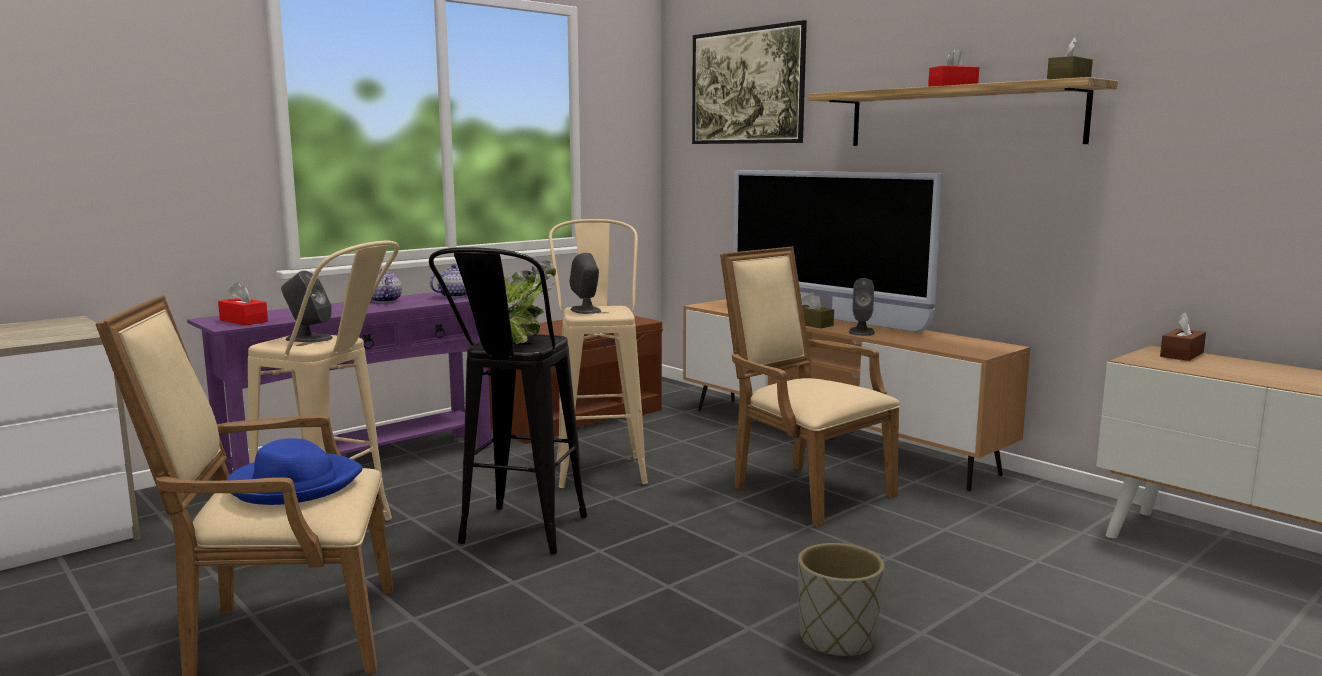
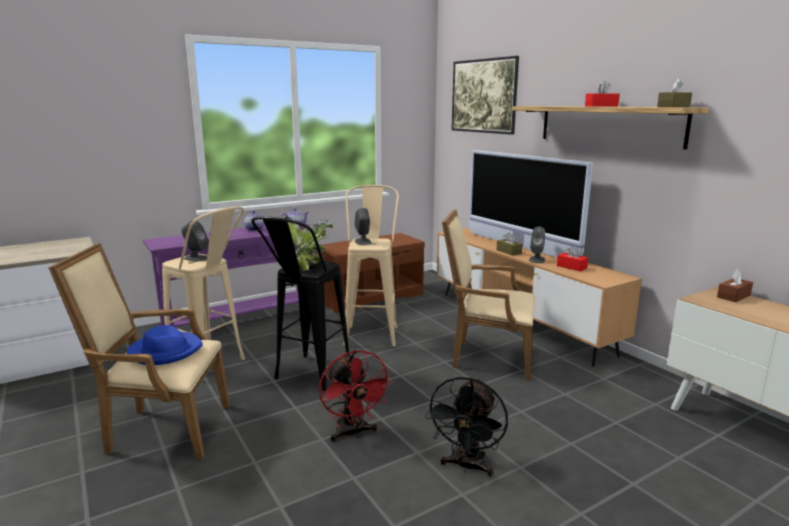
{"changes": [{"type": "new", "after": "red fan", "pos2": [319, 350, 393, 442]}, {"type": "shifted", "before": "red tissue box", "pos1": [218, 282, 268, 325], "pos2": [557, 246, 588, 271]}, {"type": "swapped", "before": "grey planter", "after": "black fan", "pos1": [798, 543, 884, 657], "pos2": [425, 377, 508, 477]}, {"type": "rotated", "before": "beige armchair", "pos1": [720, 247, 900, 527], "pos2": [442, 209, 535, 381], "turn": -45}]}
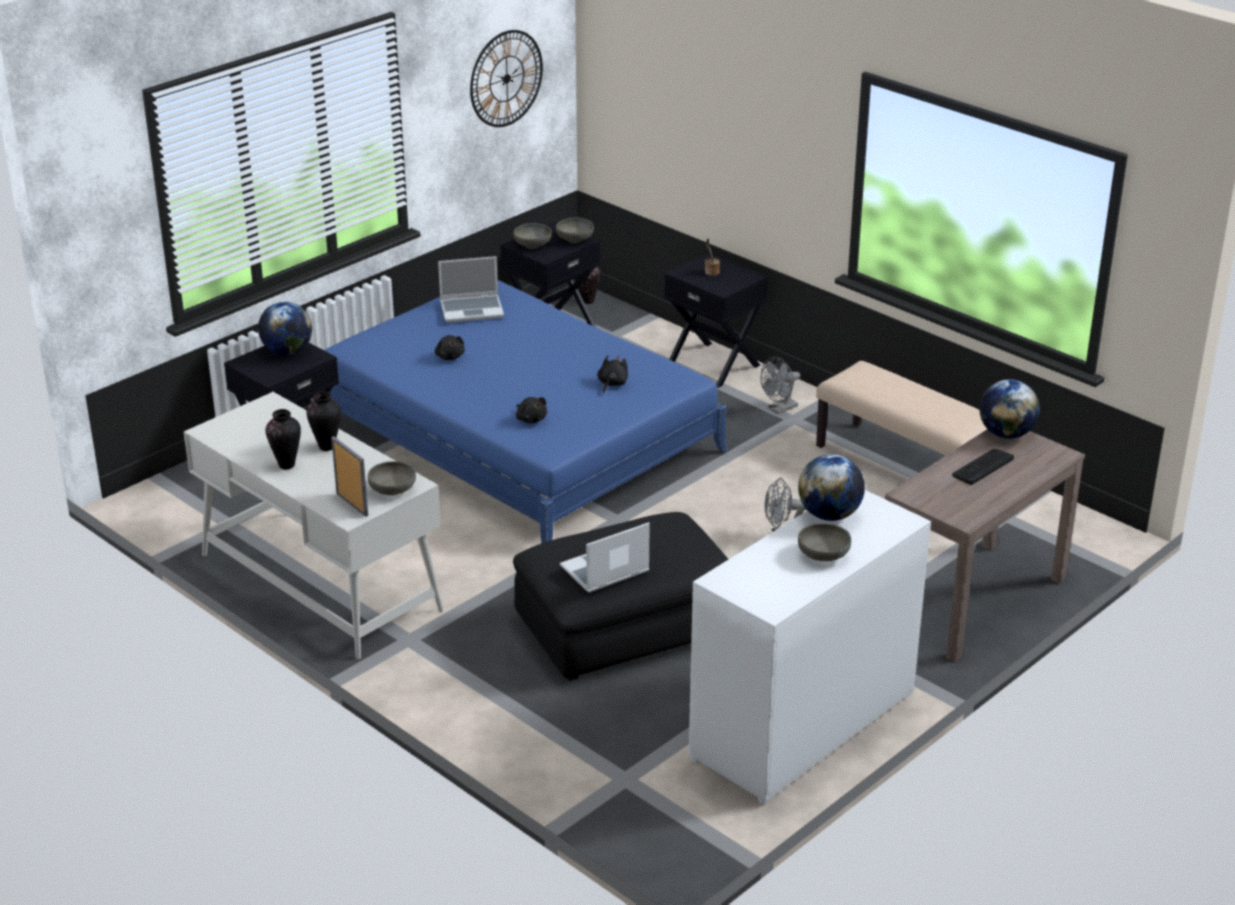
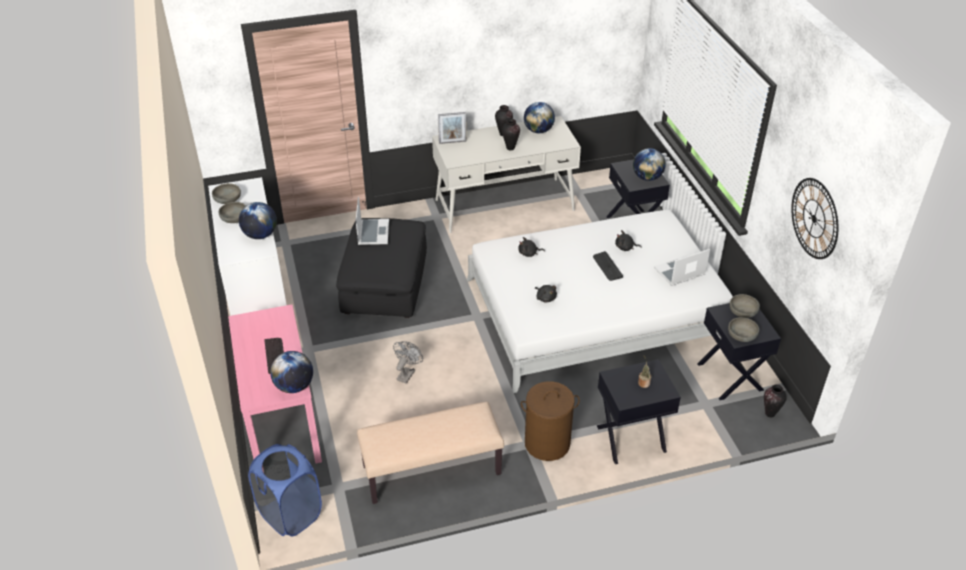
{"changes": [{"type": "new", "after": "blue laundry basket", "pos2": [248, 444, 322, 536]}, {"type": "new", "after": "globe", "pos2": [524, 102, 555, 133]}, {"type": "new", "after": "keyboard", "pos2": [593, 251, 623, 281]}, {"type": "shifted", "before": "grey bowl", "pos1": [368, 461, 416, 495], "pos2": [212, 183, 241, 204]}, {"type": "swapped", "before": "grey fan", "after": "brown laundry basket", "pos1": [760, 357, 800, 414], "pos2": [521, 381, 580, 461]}, {"type": "repainted", "before": "blue bed", "after": "white bed", "pos1": [324, 280, 728, 543], "pos2": [466, 210, 733, 393]}, {"type": "repainted", "before": "brown console table", "after": "pink console table", "pos1": [885, 429, 1085, 662], "pos2": [228, 304, 322, 464]}, {"type": "rotated", "before": "laptop", "pos1": [438, 256, 504, 323], "pos2": [654, 249, 710, 286], "turn": 45}]}
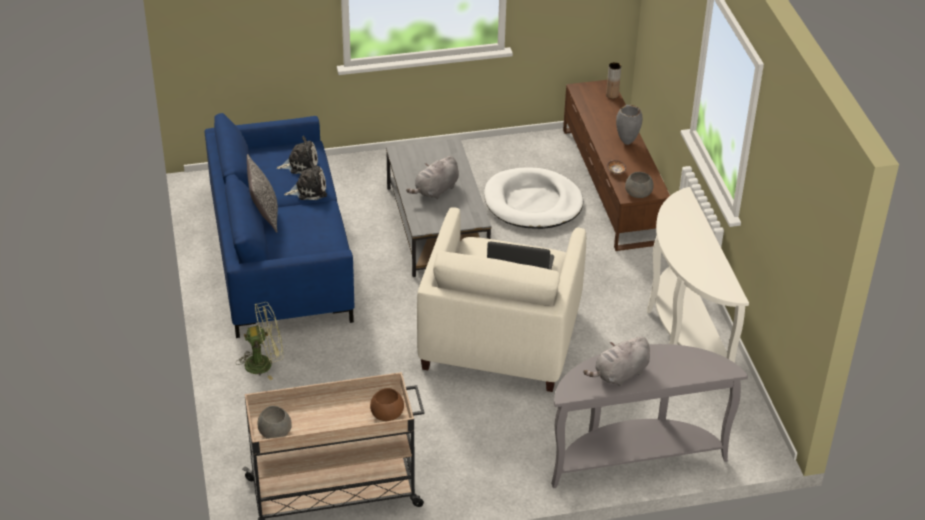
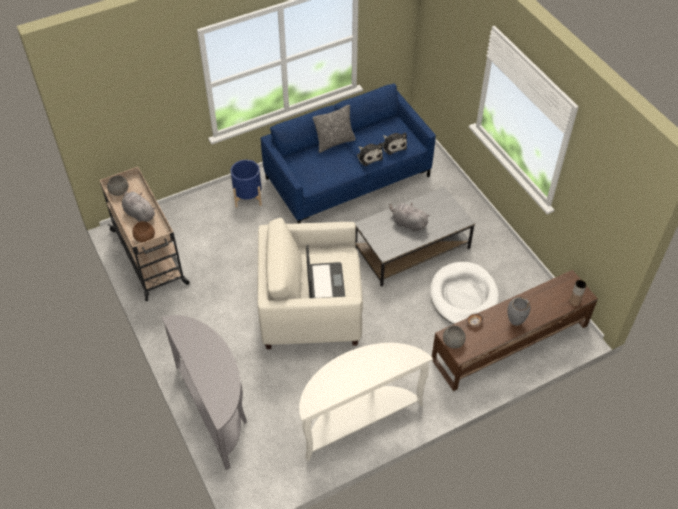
{"changes": [{"type": "shifted", "before": "grey plush toy", "pos1": [583, 337, 650, 386], "pos2": [122, 191, 156, 222]}, {"type": "swapped", "before": "green fan", "after": "blue planter", "pos1": [236, 302, 283, 380], "pos2": [231, 160, 262, 208]}]}
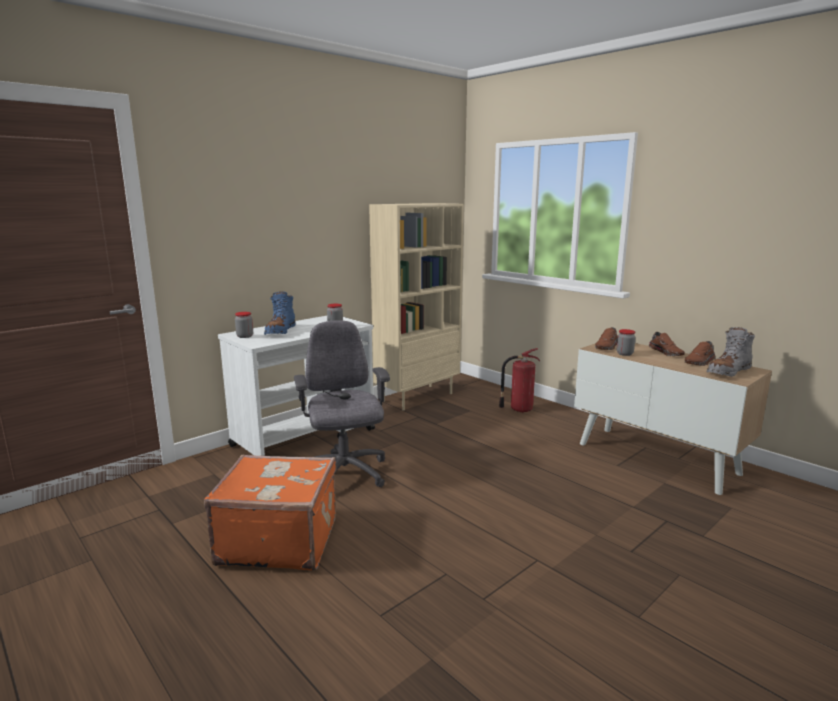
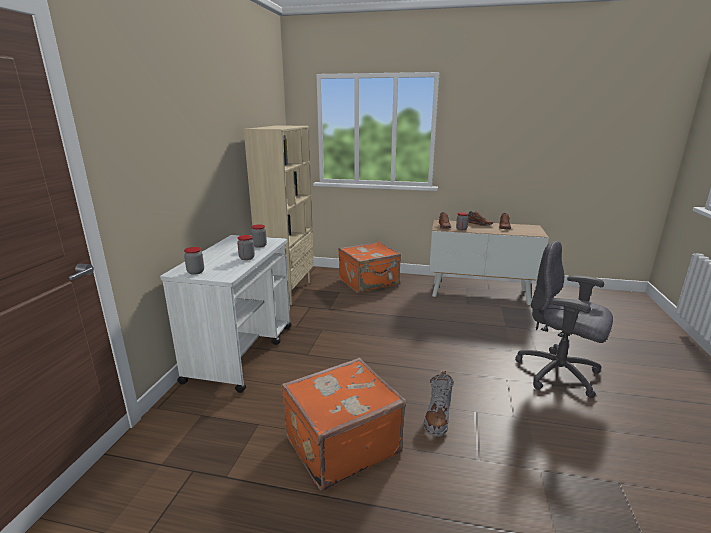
{"changes": [{"type": "gone", "before": "blue boot", "pos1": [264, 291, 295, 335]}, {"type": "new", "after": "jar", "pos2": [237, 235, 255, 260]}, {"type": "shifted", "before": "grey office chair", "pos1": [294, 320, 390, 487], "pos2": [515, 241, 613, 398]}, {"type": "shifted", "before": "grey boot", "pos1": [706, 327, 755, 377], "pos2": [424, 371, 454, 436]}, {"type": "swapped", "before": "fire extinguisher", "after": "orange suitcase", "pos1": [499, 348, 540, 413], "pos2": [338, 241, 401, 293]}]}
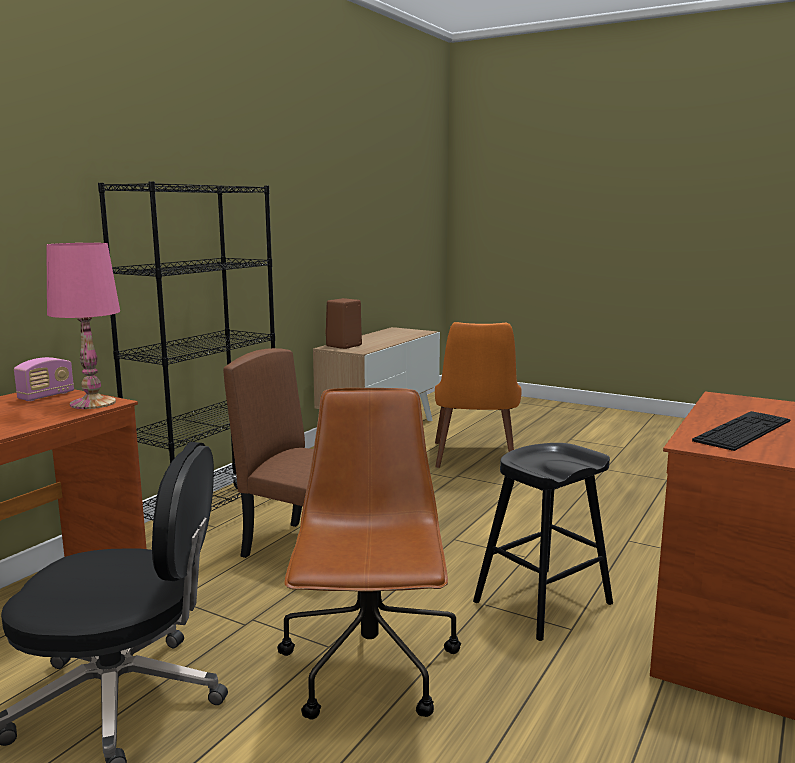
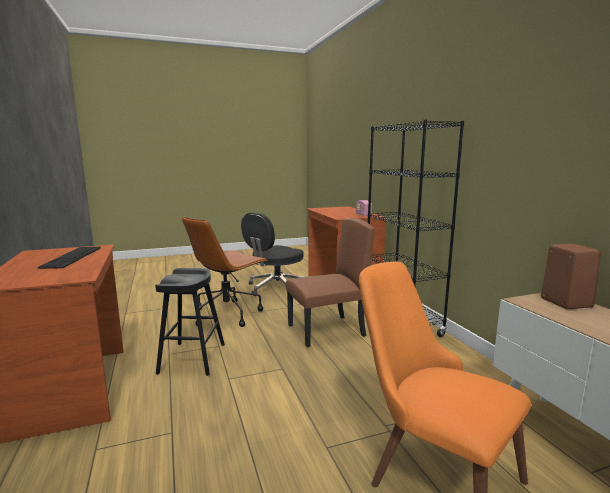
{"changes": [{"type": "gone", "before": "pink table lamp", "pos1": [46, 243, 120, 409]}, {"type": "rotated", "before": "brown office chair", "pos1": [277, 388, 461, 719], "pos2": [182, 217, 268, 327], "turn": 90}]}
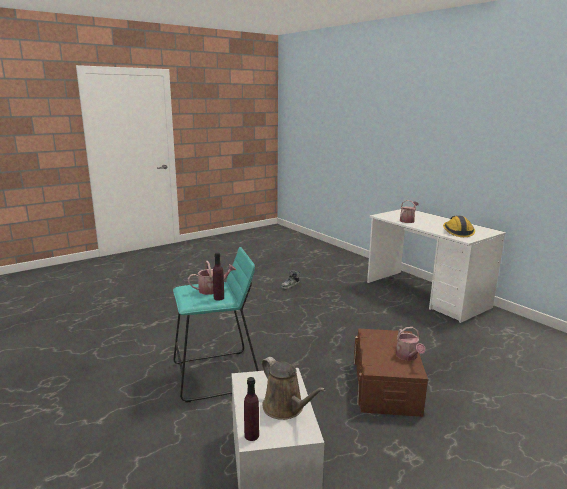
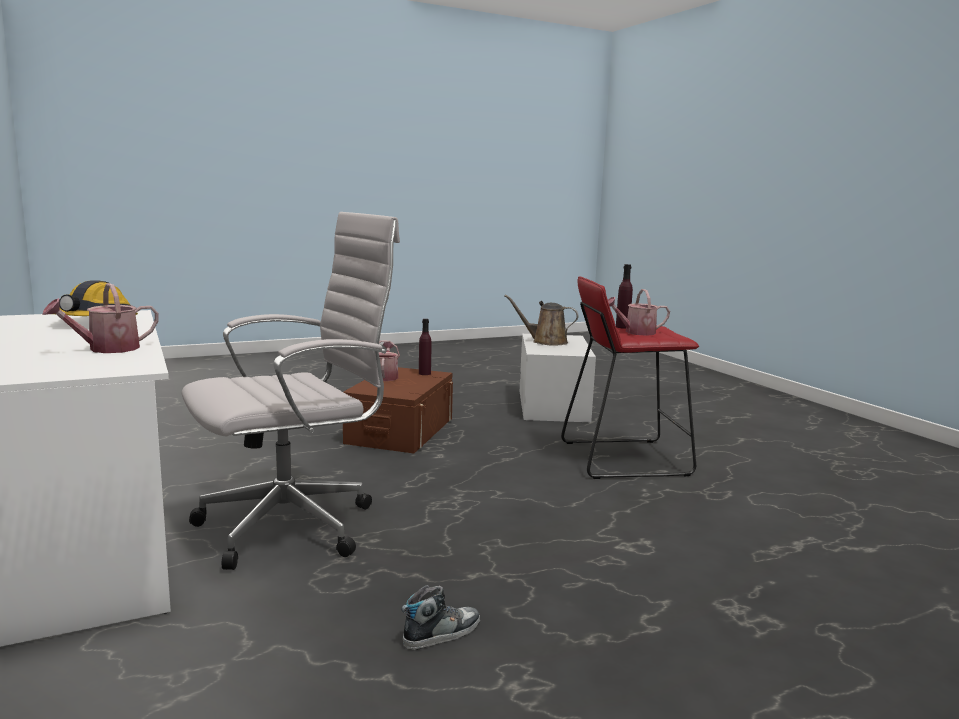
{"changes": [{"type": "new", "after": "white office chair", "pos2": [182, 212, 400, 570]}, {"type": "shifted", "before": "purple bottle", "pos1": [244, 377, 259, 441], "pos2": [419, 319, 431, 375]}, {"type": "repainted", "before": "turquoise stool", "after": "red stool", "pos1": [173, 247, 259, 402], "pos2": [561, 277, 699, 479]}, {"type": "rotated", "before": "brown watering can", "pos1": [262, 357, 326, 420], "pos2": [504, 295, 578, 346], "turn": -45}]}
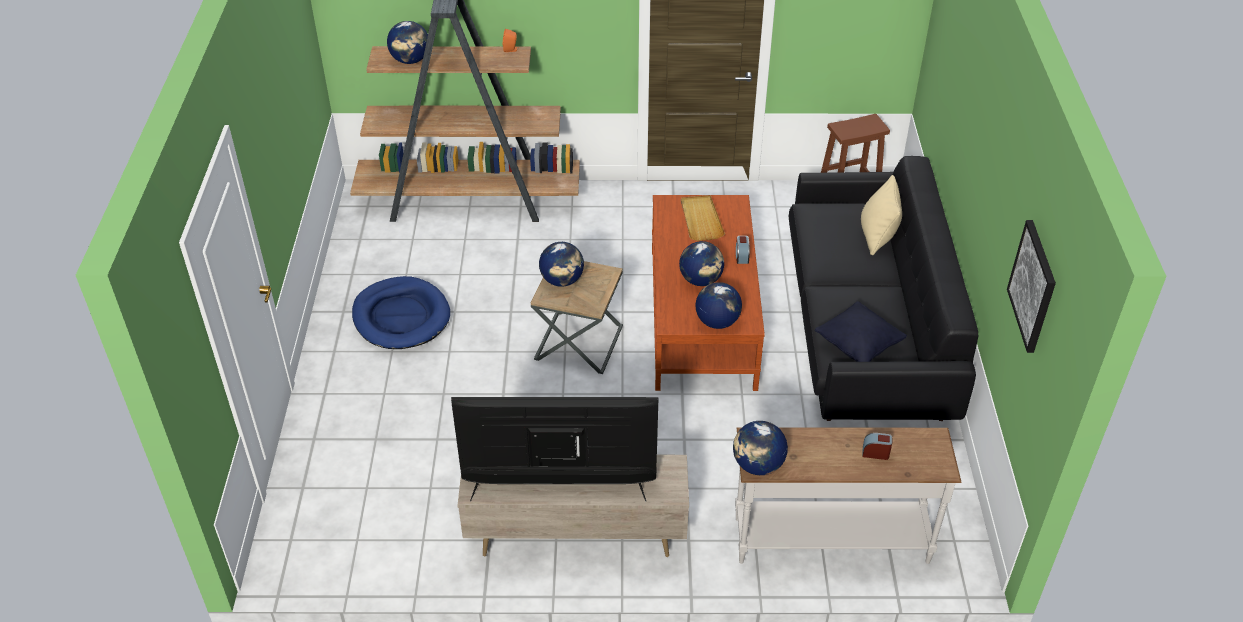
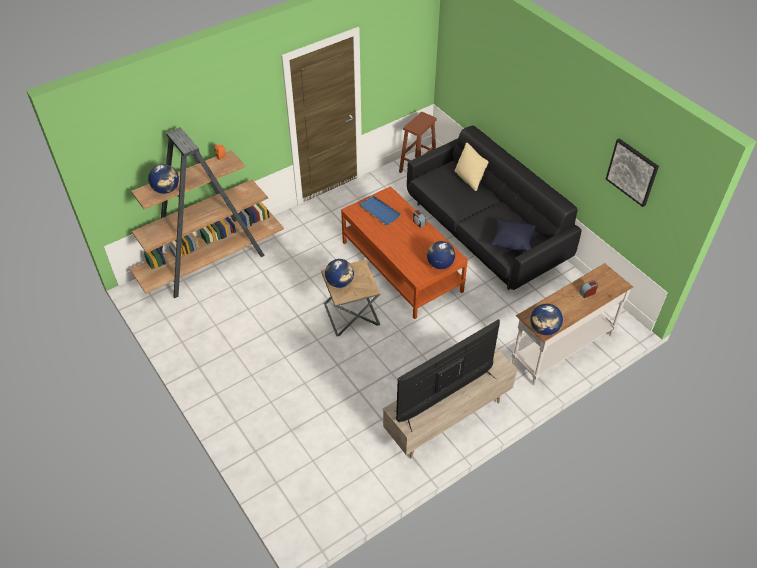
{"changes": [{"type": "gone", "before": "blue dog bed", "pos1": [352, 276, 450, 349]}, {"type": "gone", "before": "globe", "pos1": [679, 241, 724, 286]}, {"type": "repainted", "before": "beige tray", "after": "blue tray", "pos1": [681, 195, 725, 241], "pos2": [359, 196, 401, 225]}]}
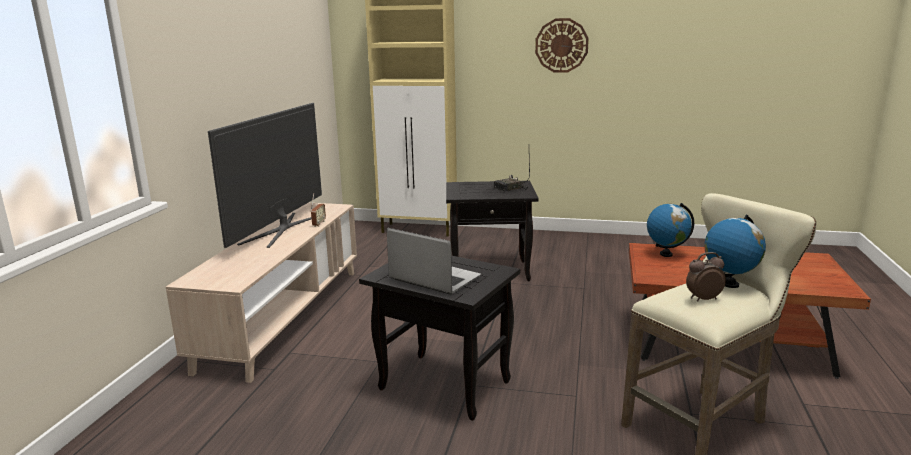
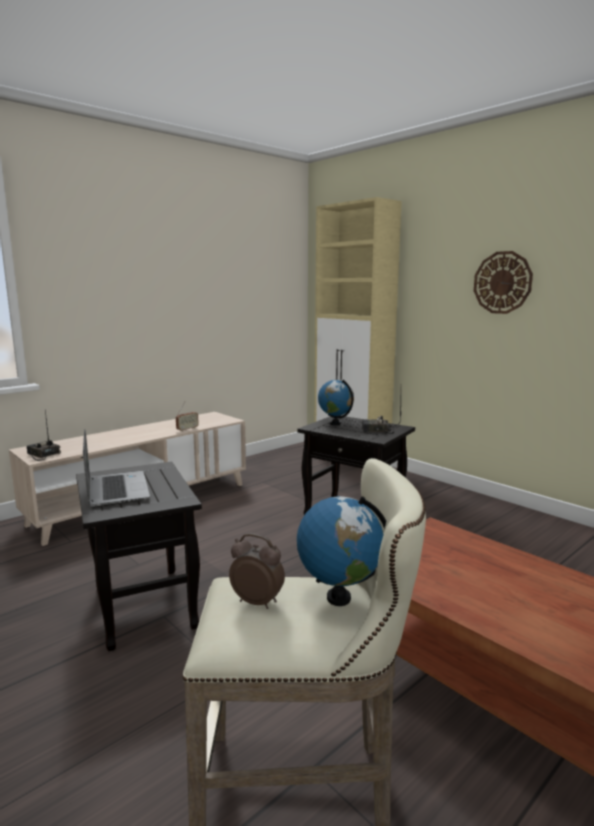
{"changes": [{"type": "gone", "before": "television", "pos1": [208, 103, 322, 248]}, {"type": "new", "after": "radio", "pos2": [27, 409, 61, 461]}, {"type": "shifted", "before": "globe", "pos1": [647, 203, 694, 257], "pos2": [318, 379, 354, 425]}]}
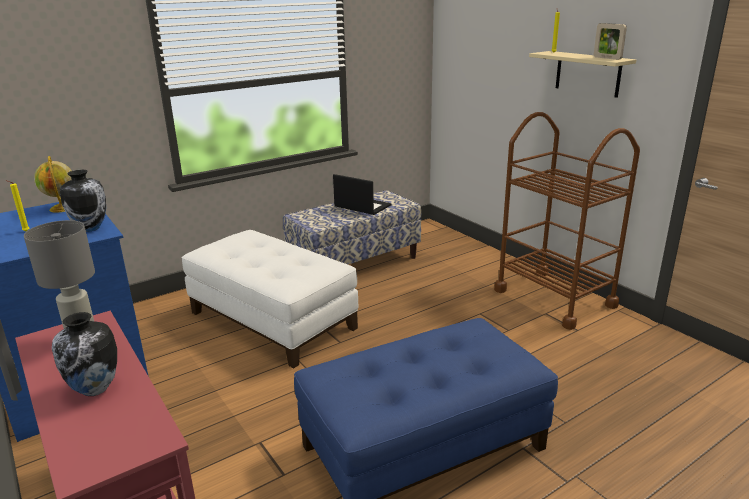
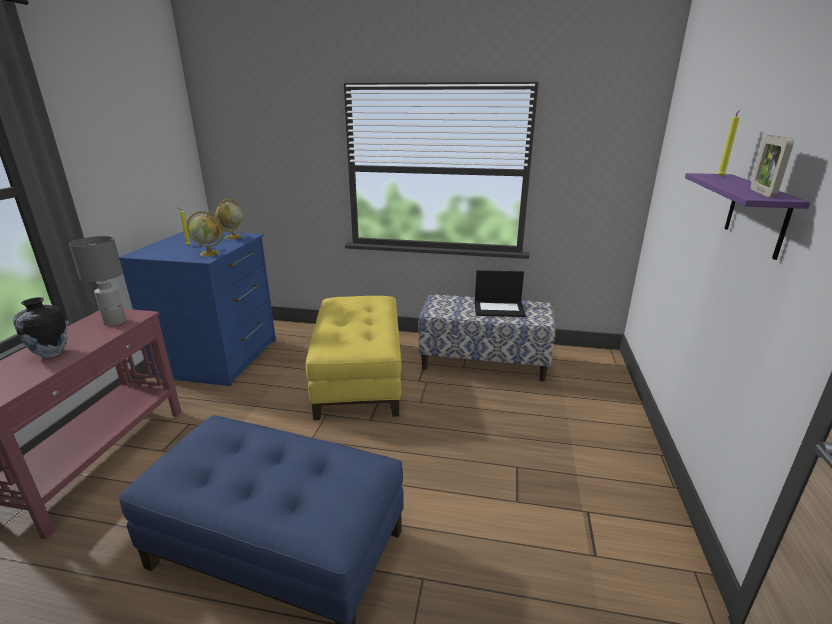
{"changes": [{"type": "gone", "before": "brown cart", "pos1": [494, 112, 640, 330]}, {"type": "swapped", "before": "vase", "after": "globe", "pos1": [60, 170, 106, 232], "pos2": [187, 211, 223, 257]}, {"type": "repainted", "before": "white ottoman", "after": "yellow ottoman", "pos1": [182, 230, 358, 368], "pos2": [305, 296, 402, 420]}, {"type": "repainted", "before": "beige shelf", "after": "purple shelf", "pos1": [529, 51, 636, 98], "pos2": [685, 173, 810, 260]}, {"type": "rotated", "before": "laptop", "pos1": [333, 174, 392, 215], "pos2": [474, 270, 526, 317], "turn": 105}]}
